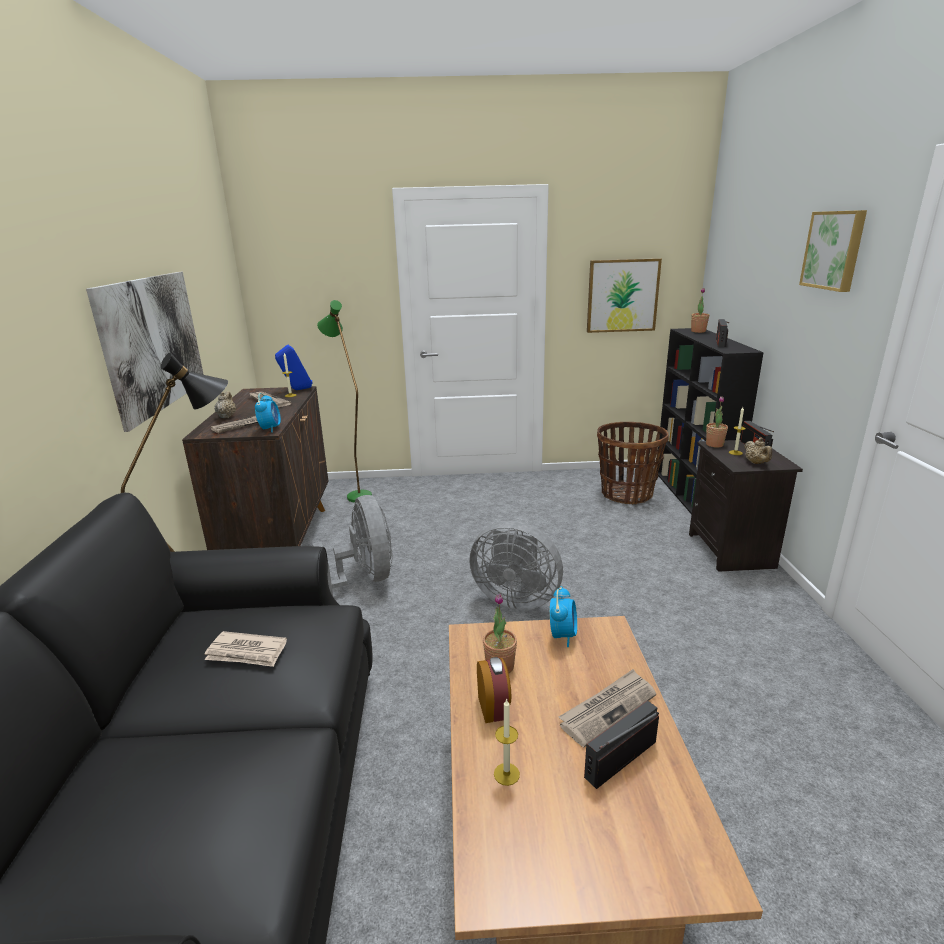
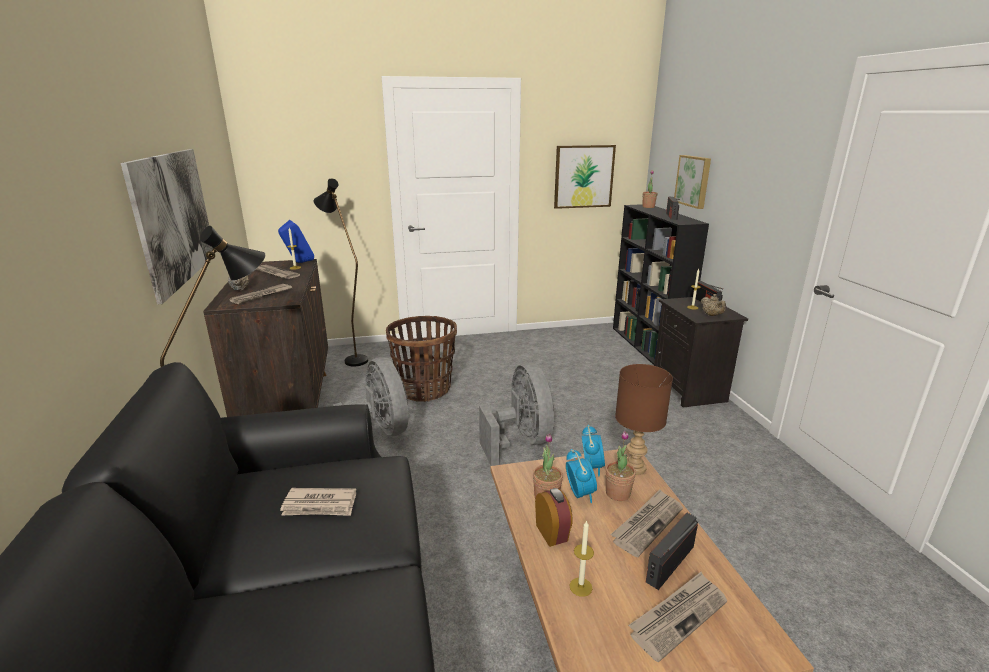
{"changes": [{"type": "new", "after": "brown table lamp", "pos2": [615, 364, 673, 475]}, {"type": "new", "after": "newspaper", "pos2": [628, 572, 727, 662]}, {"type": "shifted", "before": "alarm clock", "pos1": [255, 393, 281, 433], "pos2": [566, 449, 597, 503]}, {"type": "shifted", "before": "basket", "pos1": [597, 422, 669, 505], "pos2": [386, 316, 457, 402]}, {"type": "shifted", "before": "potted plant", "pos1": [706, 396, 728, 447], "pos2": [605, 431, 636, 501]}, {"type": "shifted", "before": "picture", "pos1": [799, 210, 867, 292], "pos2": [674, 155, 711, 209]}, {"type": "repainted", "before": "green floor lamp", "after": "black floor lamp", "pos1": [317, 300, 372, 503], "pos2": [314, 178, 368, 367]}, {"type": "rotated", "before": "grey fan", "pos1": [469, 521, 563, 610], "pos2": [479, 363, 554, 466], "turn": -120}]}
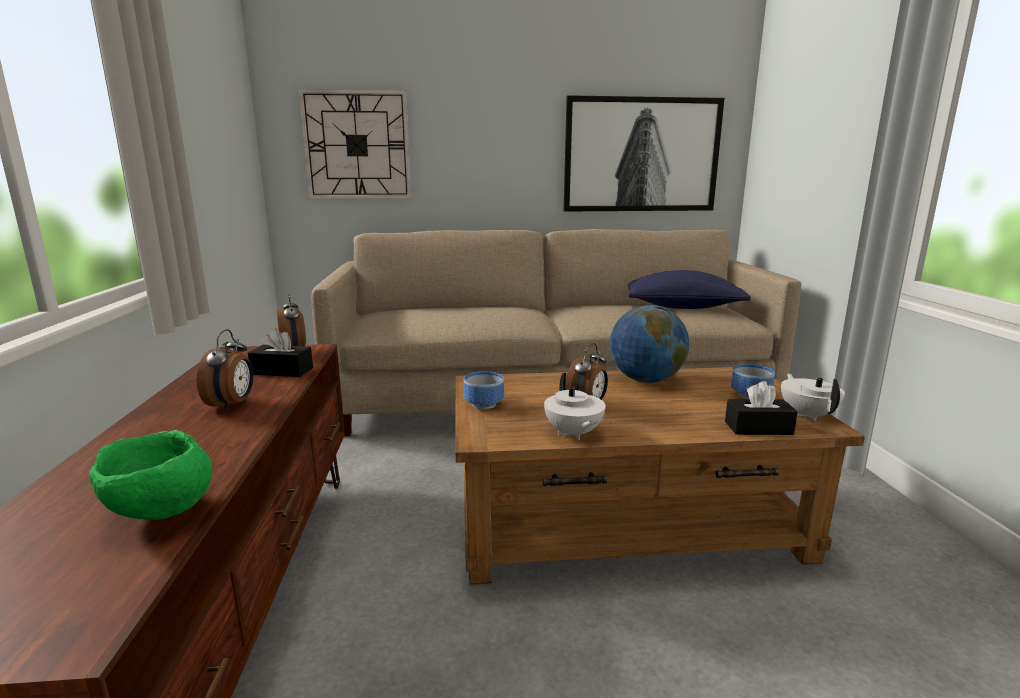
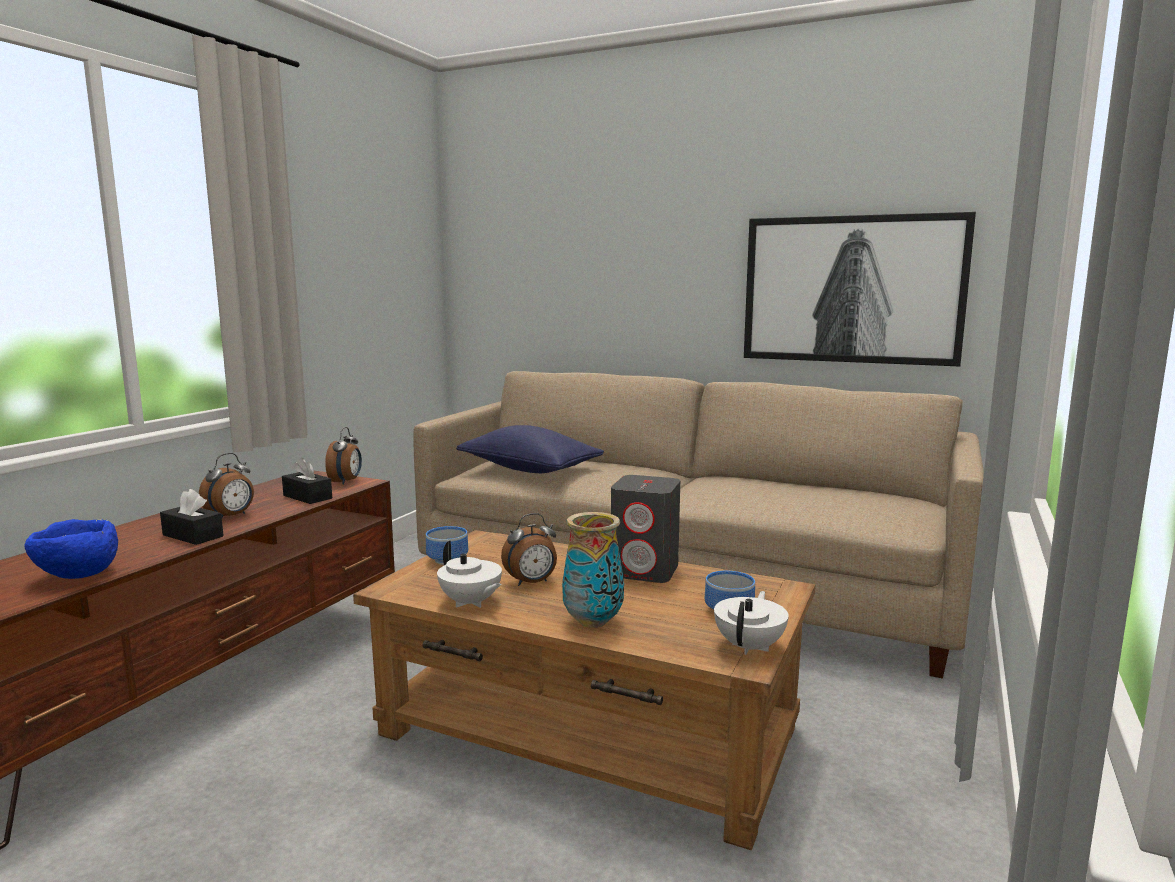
{"changes": [{"type": "gone", "before": "wall clock", "pos1": [298, 89, 411, 199]}, {"type": "new", "after": "vase", "pos2": [562, 512, 624, 628]}, {"type": "shifted", "before": "blue pillow", "pos1": [628, 270, 751, 309], "pos2": [456, 425, 604, 473]}, {"type": "shifted", "before": "black tissue box", "pos1": [725, 381, 798, 435], "pos2": [160, 489, 224, 545]}, {"type": "swapped", "before": "globe", "after": "grey speaker", "pos1": [610, 305, 689, 383], "pos2": [611, 475, 680, 583]}, {"type": "repainted", "before": "green bowl", "after": "blue bowl", "pos1": [89, 430, 212, 520], "pos2": [24, 519, 118, 579]}, {"type": "rotated", "before": "white teapot", "pos1": [544, 373, 606, 440], "pos2": [437, 541, 502, 608], "turn": -60}]}
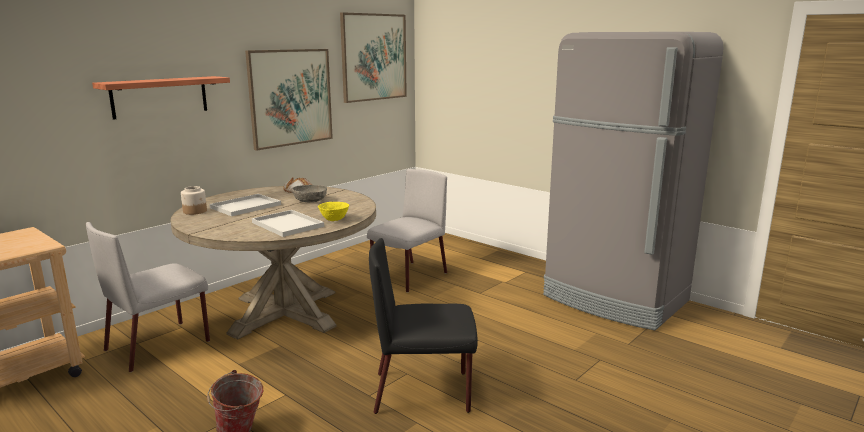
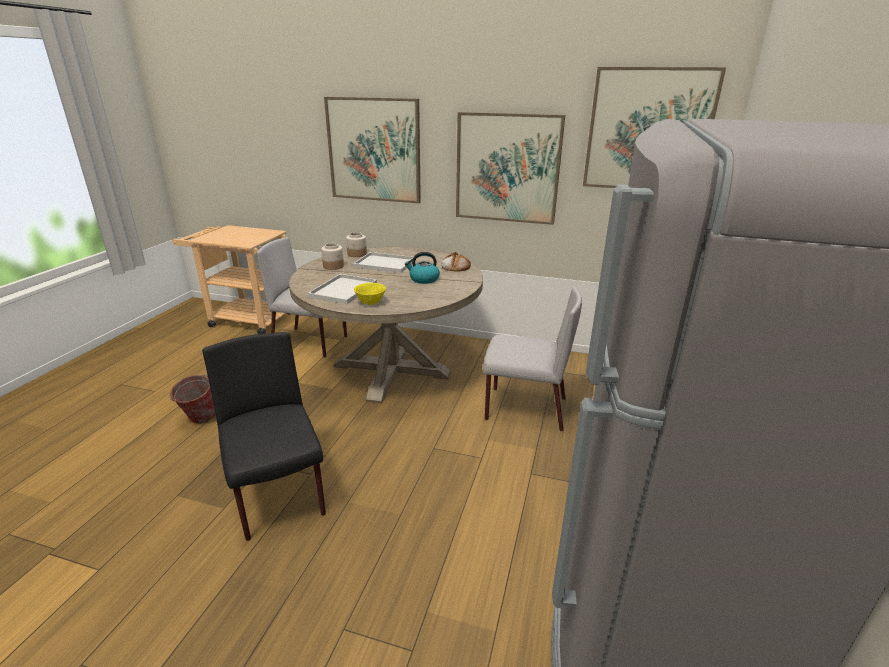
{"changes": [{"type": "new", "after": "jar", "pos2": [321, 243, 344, 270]}, {"type": "swapped", "before": "shelf", "after": "picture", "pos1": [92, 76, 230, 120], "pos2": [324, 97, 421, 203]}, {"type": "swapped", "before": "grey bowl", "after": "kettle", "pos1": [292, 185, 327, 202], "pos2": [405, 252, 440, 284]}]}
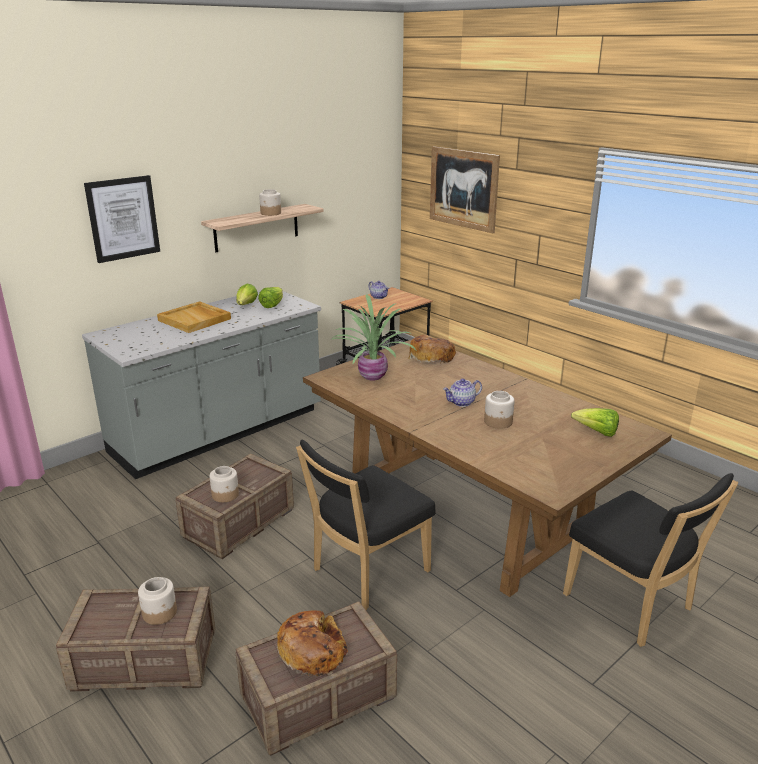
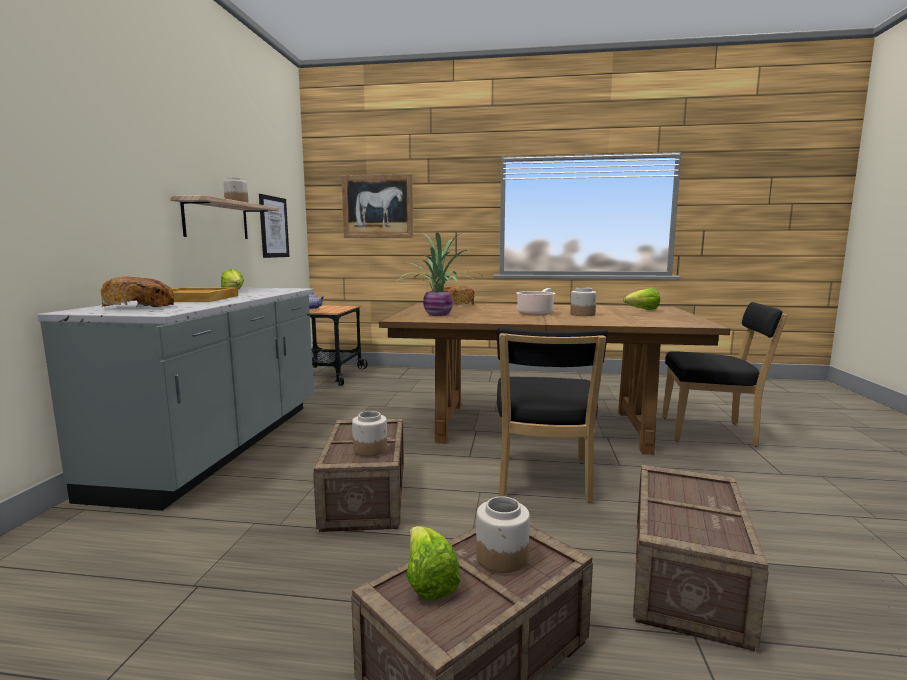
{"changes": [{"type": "shifted", "before": "picture", "pos1": [84, 175, 160, 263], "pos2": [259, 194, 289, 258]}, {"type": "shifted", "before": "lettuce", "pos1": [258, 287, 283, 308], "pos2": [406, 526, 460, 601]}, {"type": "shifted", "before": "bread", "pos1": [277, 610, 348, 676], "pos2": [101, 277, 174, 308]}, {"type": "swapped", "before": "teapot", "after": "cooking pot", "pos1": [443, 379, 482, 407], "pos2": [516, 288, 556, 315]}]}
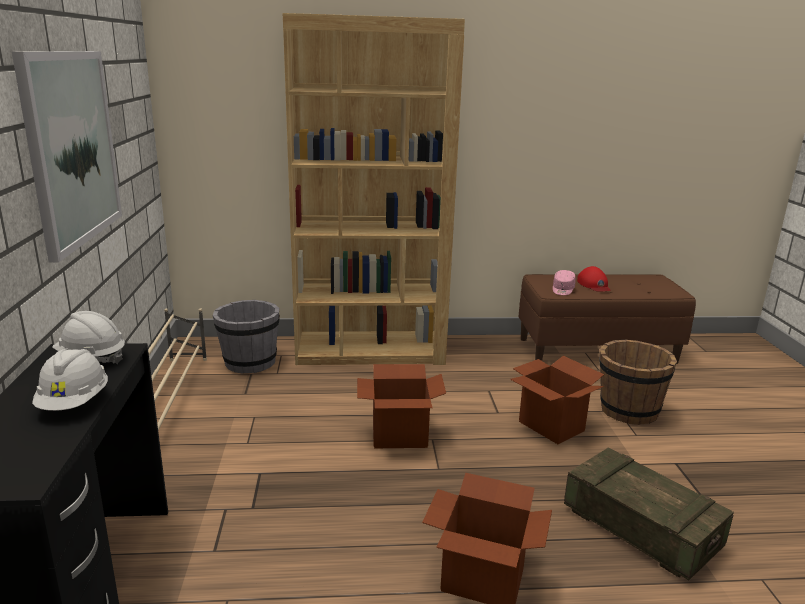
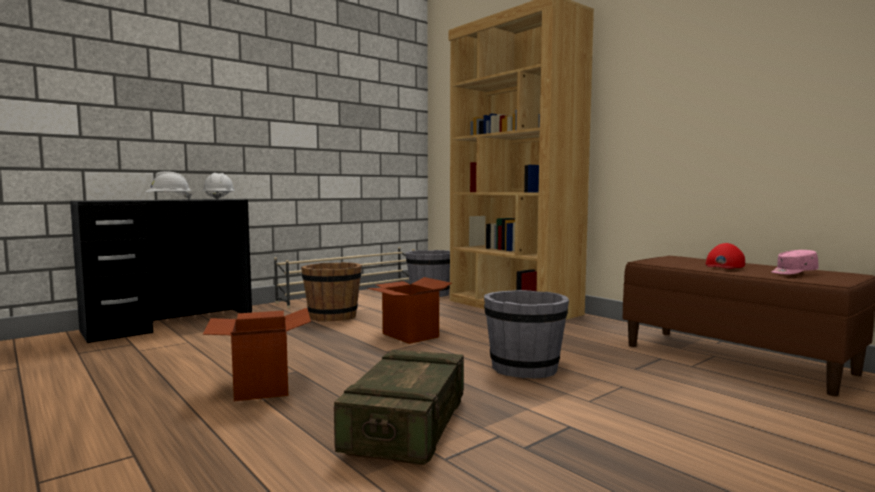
{"changes": [{"type": "gone", "before": "picture", "pos1": [12, 51, 122, 263]}, {"type": "shifted", "before": "pink cap", "pos1": [553, 270, 576, 295], "pos2": [771, 250, 819, 274]}, {"type": "shifted", "before": "brown bucket", "pos1": [599, 340, 677, 425], "pos2": [301, 262, 362, 322]}, {"type": "swapped", "before": "cardboard box", "after": "grey bucket", "pos1": [510, 356, 604, 444], "pos2": [484, 290, 569, 379]}]}
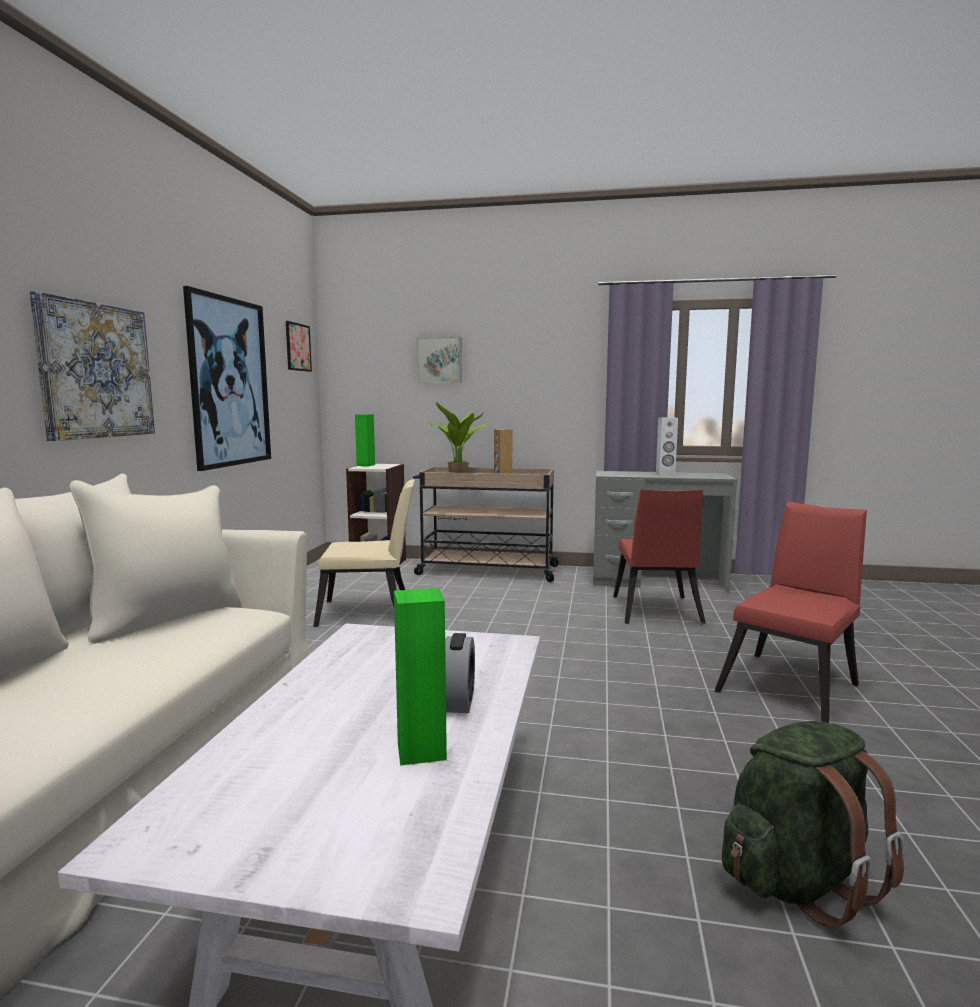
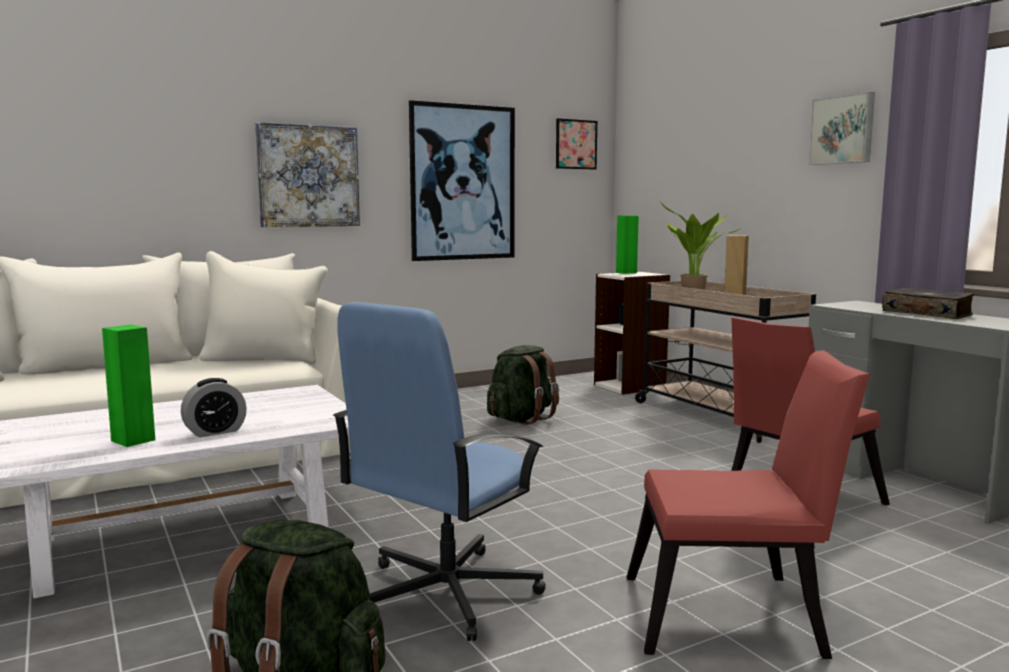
{"changes": [{"type": "new", "after": "blue office chair", "pos2": [333, 302, 546, 641]}, {"type": "shifted", "before": "picture", "pos1": [417, 337, 462, 383], "pos2": [808, 92, 875, 165]}, {"type": "swapped", "before": "beige chair", "after": "green backpack", "pos1": [313, 479, 415, 627], "pos2": [487, 345, 559, 425]}, {"type": "swapped", "before": "white speaker", "after": "book", "pos1": [656, 417, 678, 475], "pos2": [882, 288, 974, 319]}]}
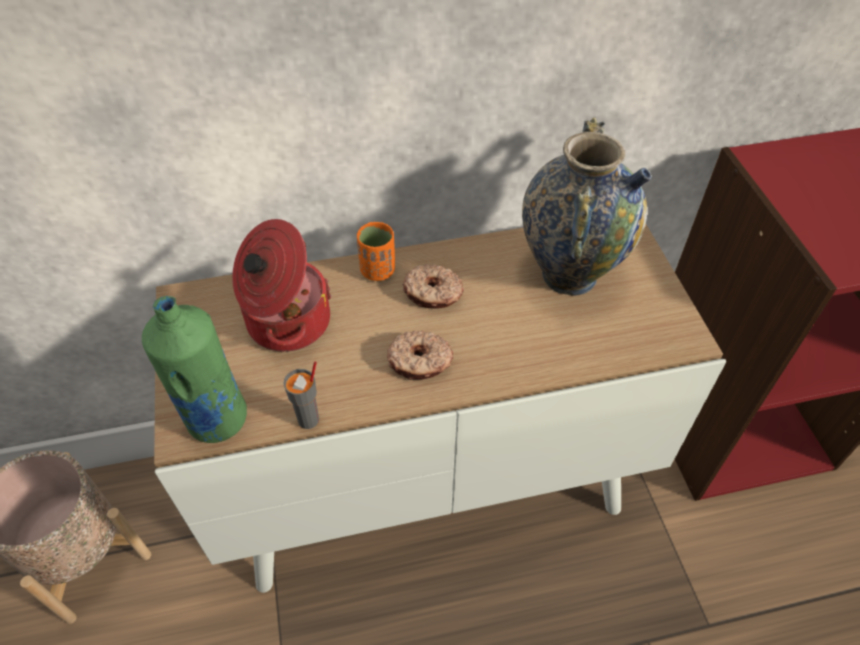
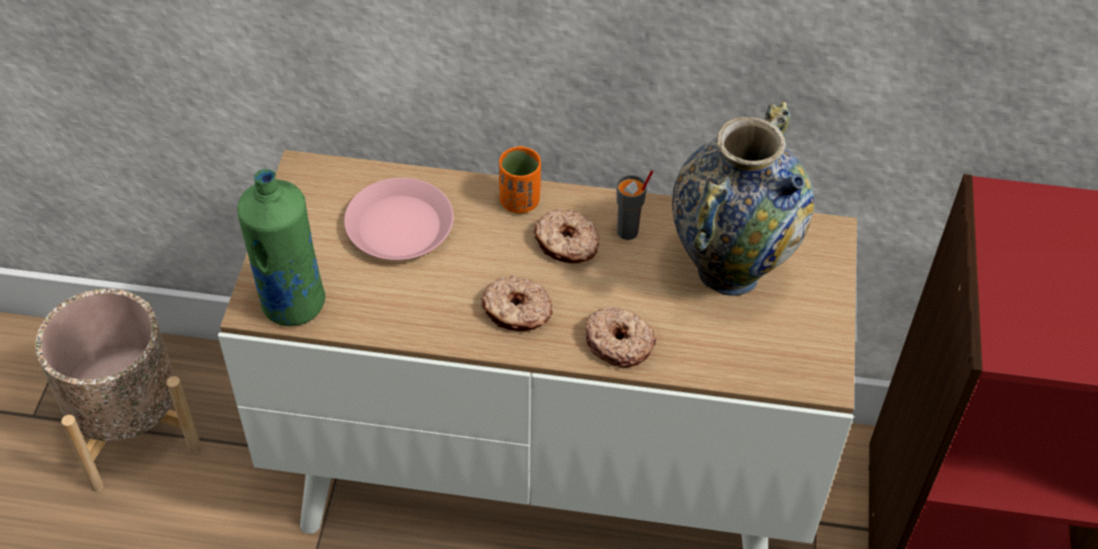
{"changes": [{"type": "new", "after": "donut", "pos2": [585, 307, 656, 368]}, {"type": "shifted", "before": "grey cup", "pos1": [283, 361, 319, 429], "pos2": [616, 170, 653, 240]}, {"type": "swapped", "before": "cooking pot", "after": "pink plate", "pos1": [232, 219, 332, 352], "pos2": [344, 178, 454, 260]}]}
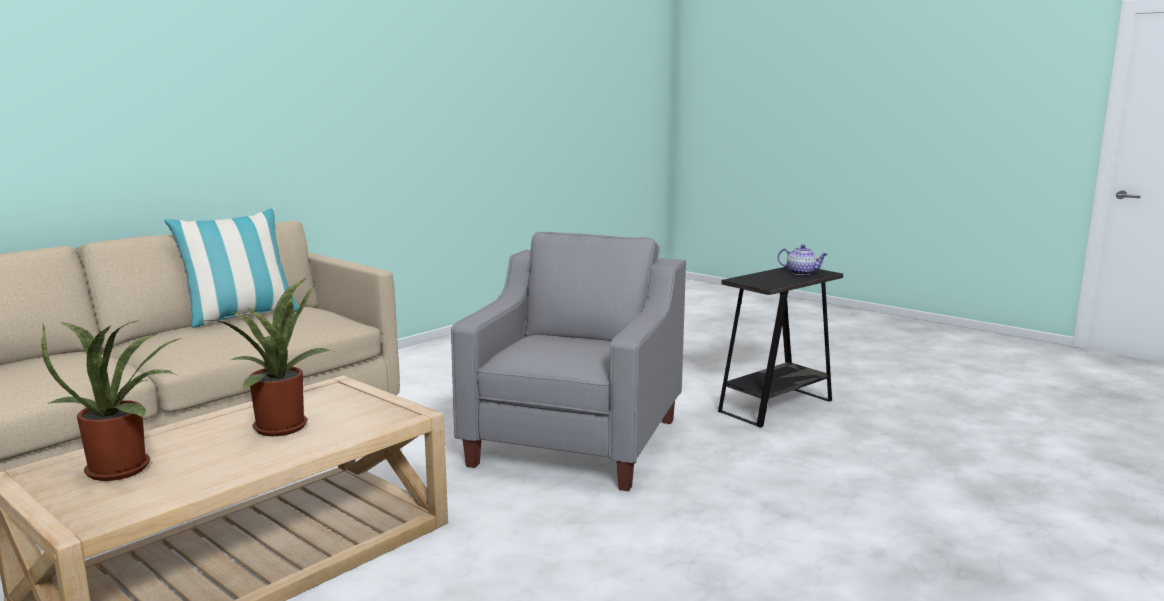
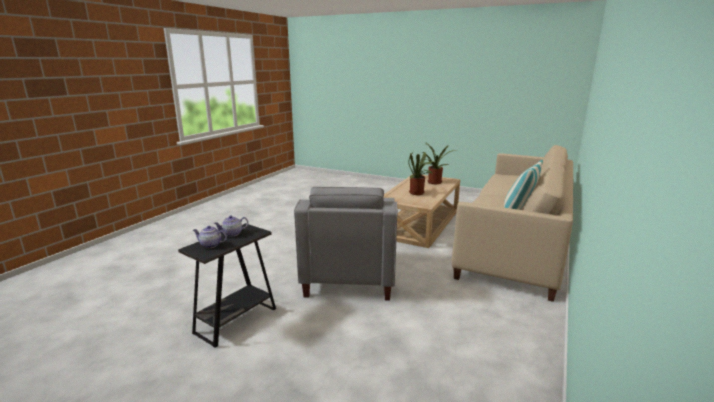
{"changes": [{"type": "new", "after": "teapot", "pos2": [214, 215, 248, 237]}]}
